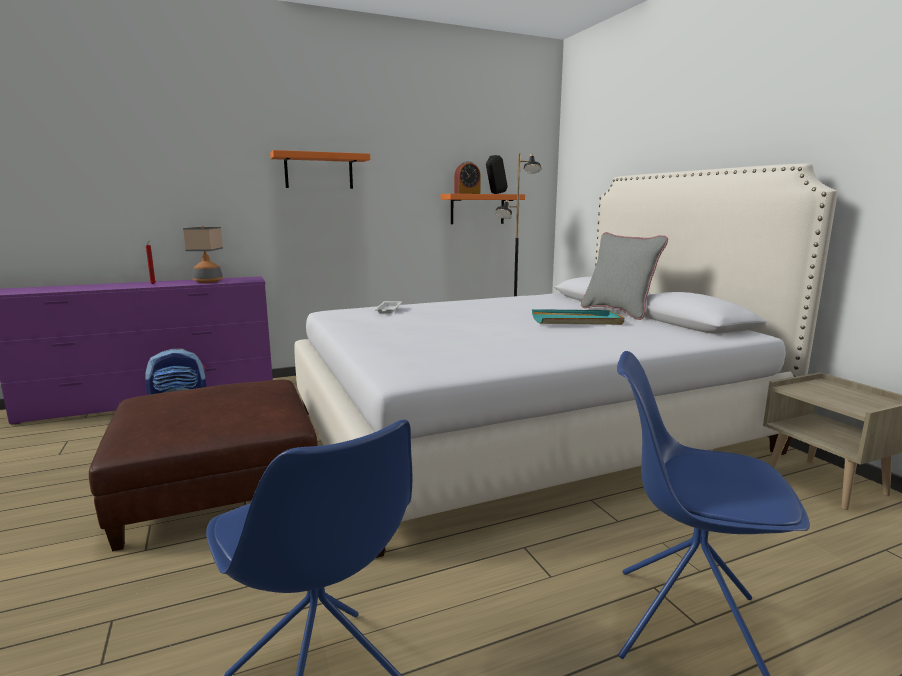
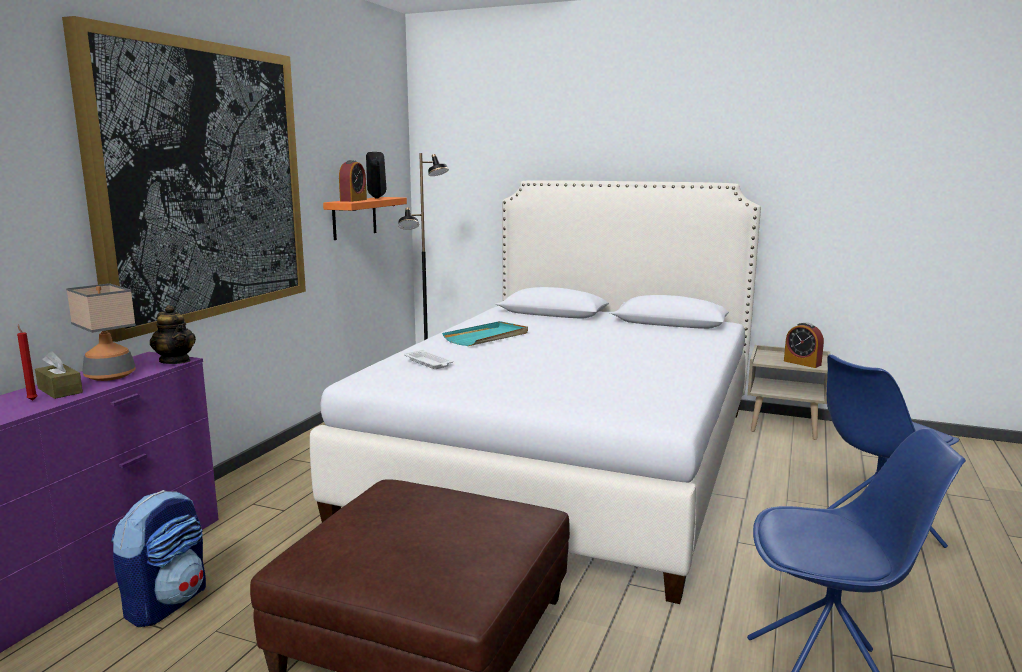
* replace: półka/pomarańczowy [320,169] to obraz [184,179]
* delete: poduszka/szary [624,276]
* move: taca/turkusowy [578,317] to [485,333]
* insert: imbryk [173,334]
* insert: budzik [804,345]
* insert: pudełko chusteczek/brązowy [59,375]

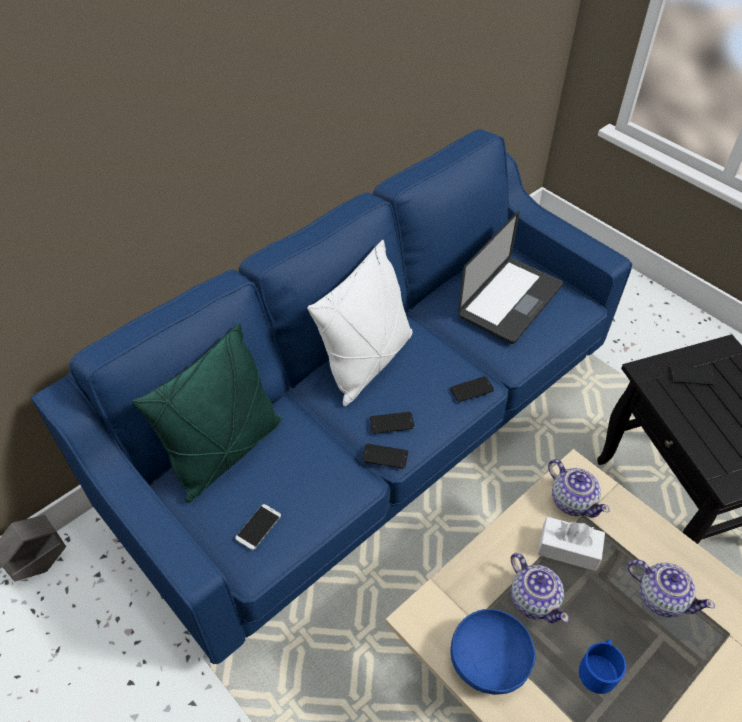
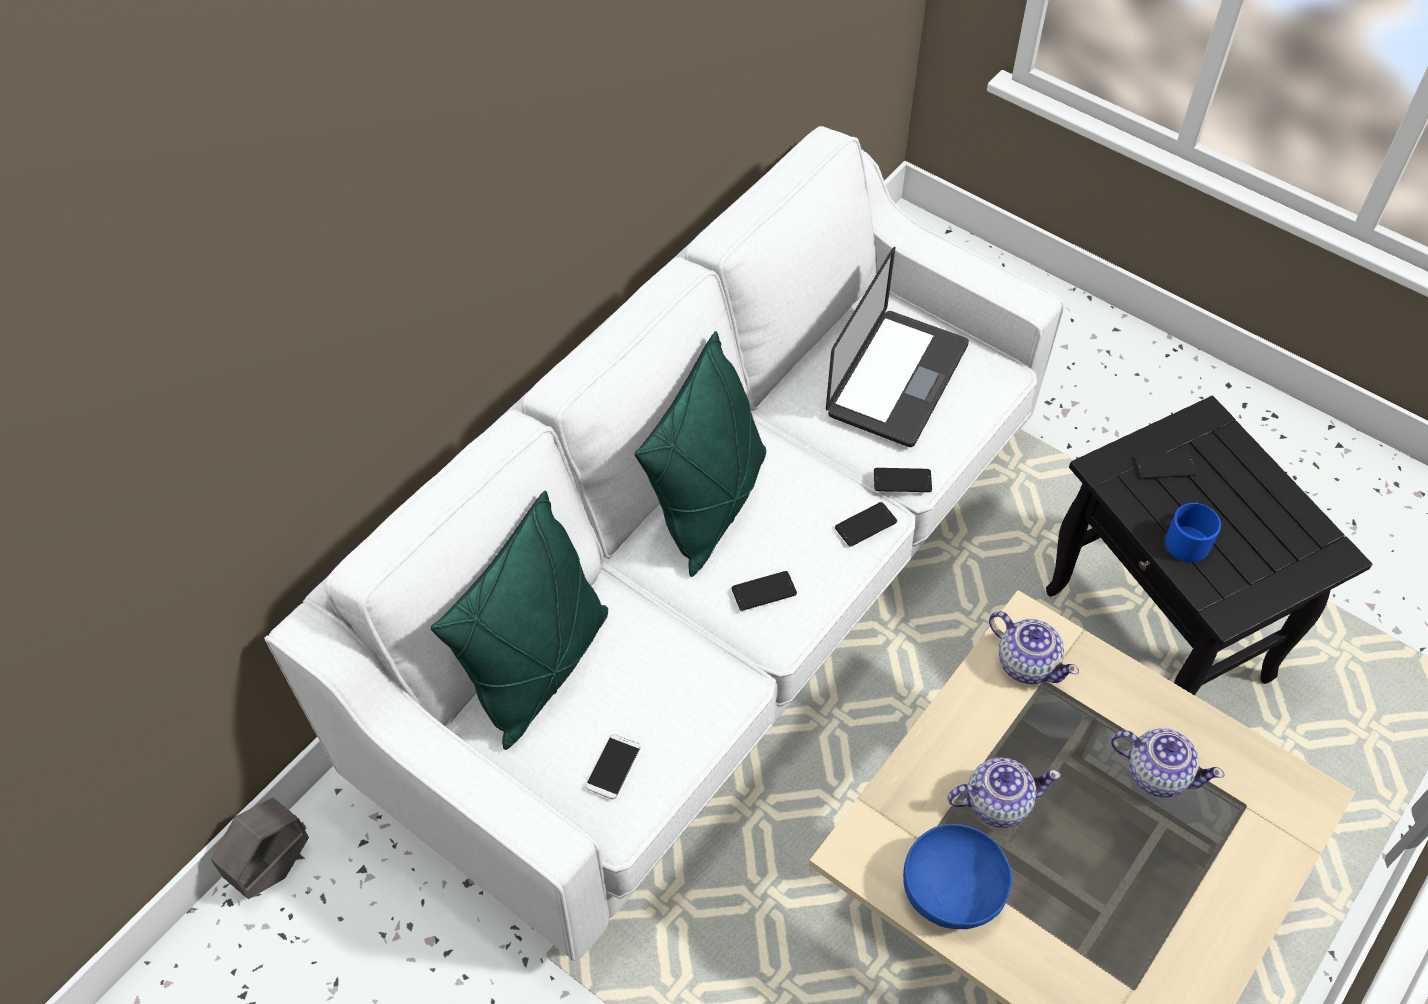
* recolor: kanapa/niebieski [331,396] to kanapa/biały [664,543]
* recolor: poduszka/biały [360,323] to poduszka/zielony [700,454]
* move: telefon [385,456] to [903,480]
* delete: pudełko chusteczek/biały [571,544]
* rotate: imbryk [540,588] = [1004,793] 60 degrees counterclockwise
* move: kubek/niebieski [602,666] to [1193,532]

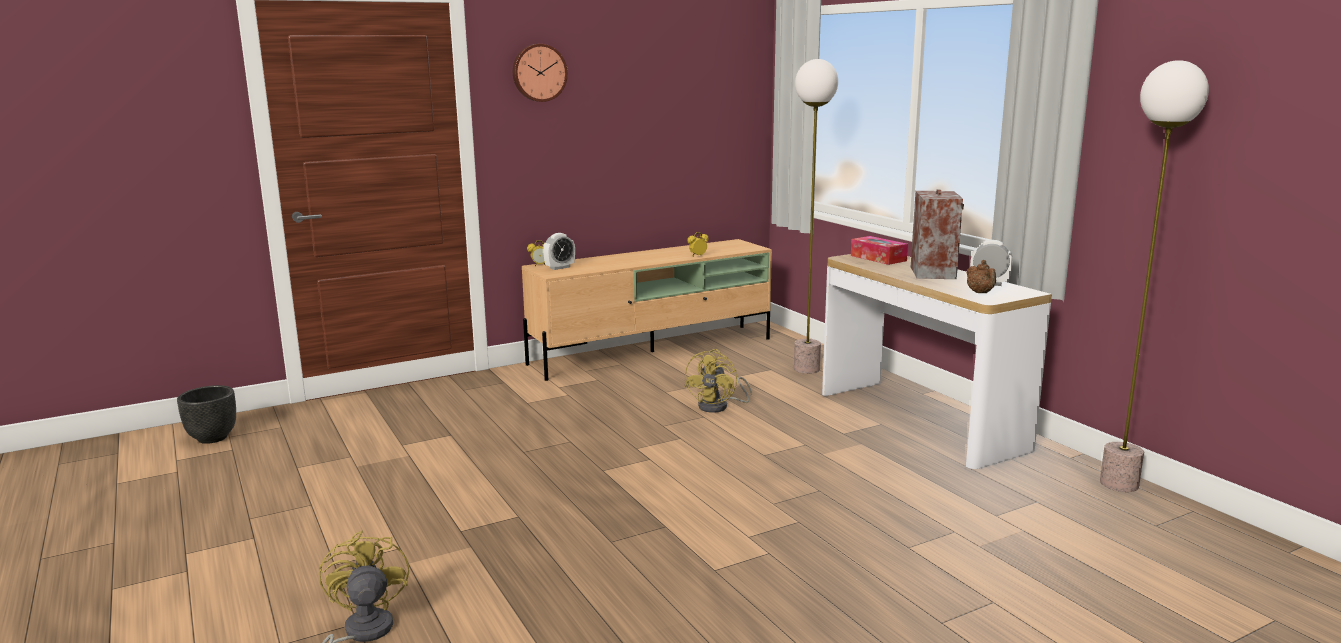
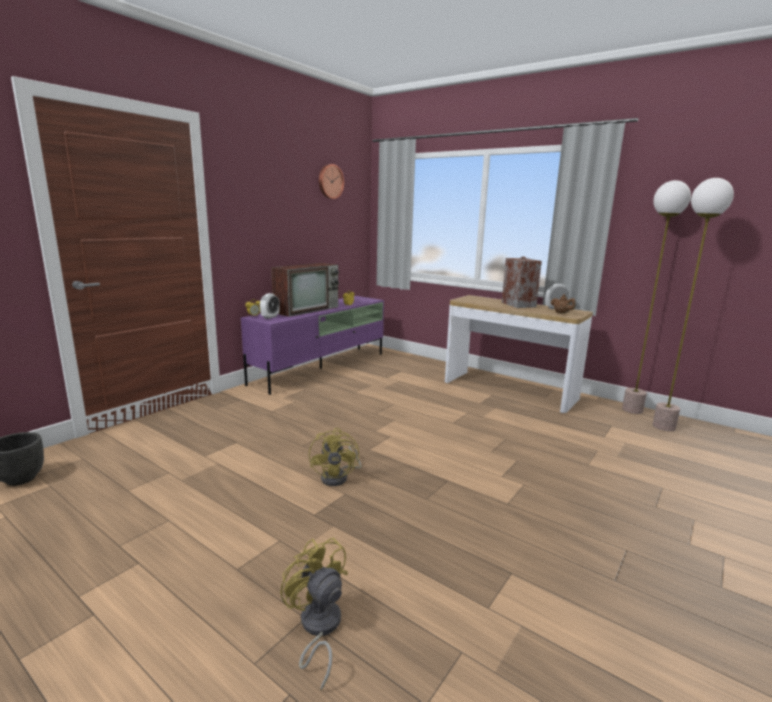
* move: zegar ścienny [540,73] to [331,181]
* move: lampa stojąca [816,216] to [693,304]
* delete: pudełko chusteczek [879,250]
* recolor: szafka pod telewizor/beżowy [647,310] to szafka pod telewizor/fioletowy [312,345]
* move: wentylator/żółty [718,381] to [335,457]
* insert: telewizor [305,290]

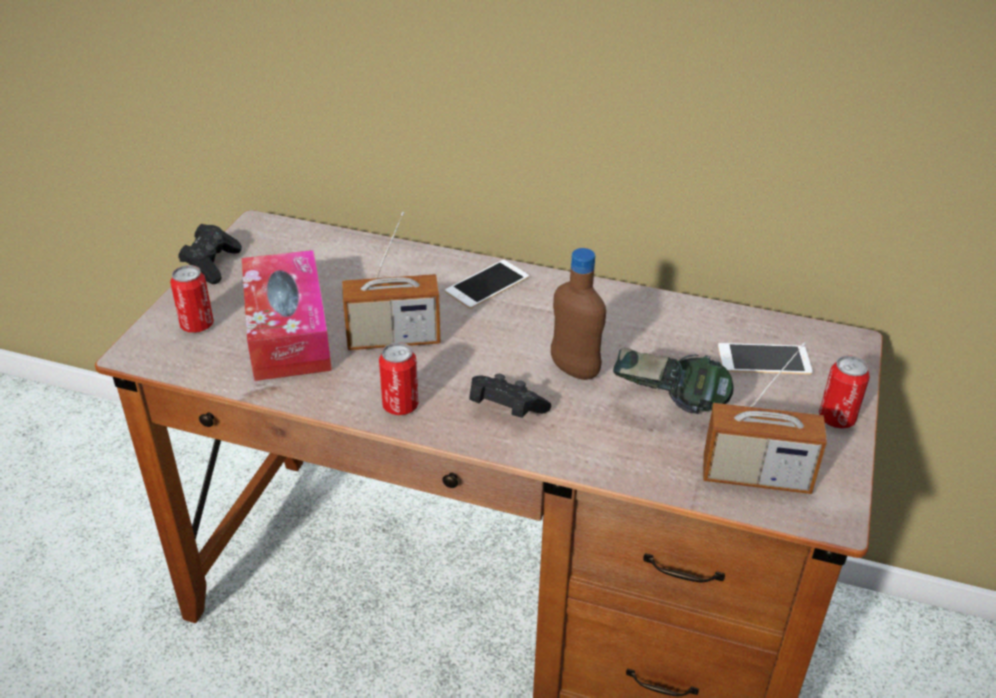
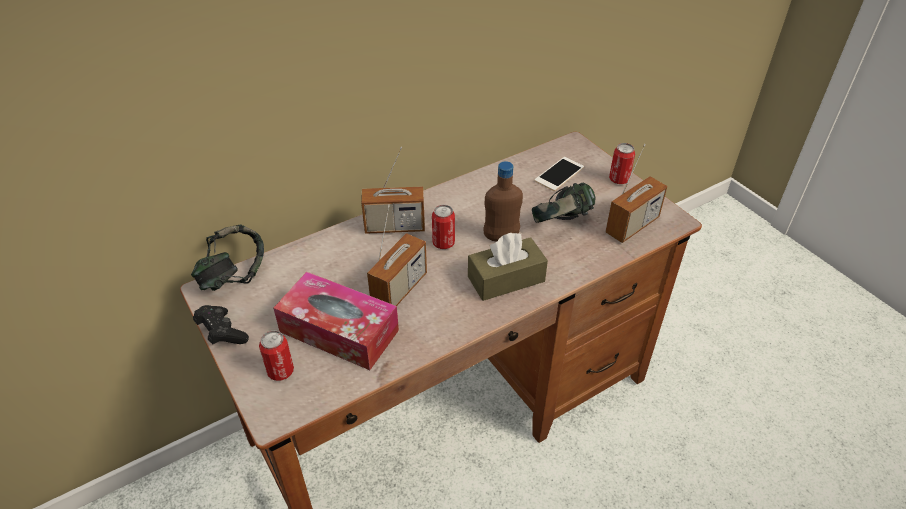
* replace: telefon [487,284] to radio [393,190]
* move: puszka [399,378] to [443,227]
* replace: pad do gier/czarny [510,396] to pudełko chusteczek/brązowy [508,267]
* insert: słuchawki [227,257]

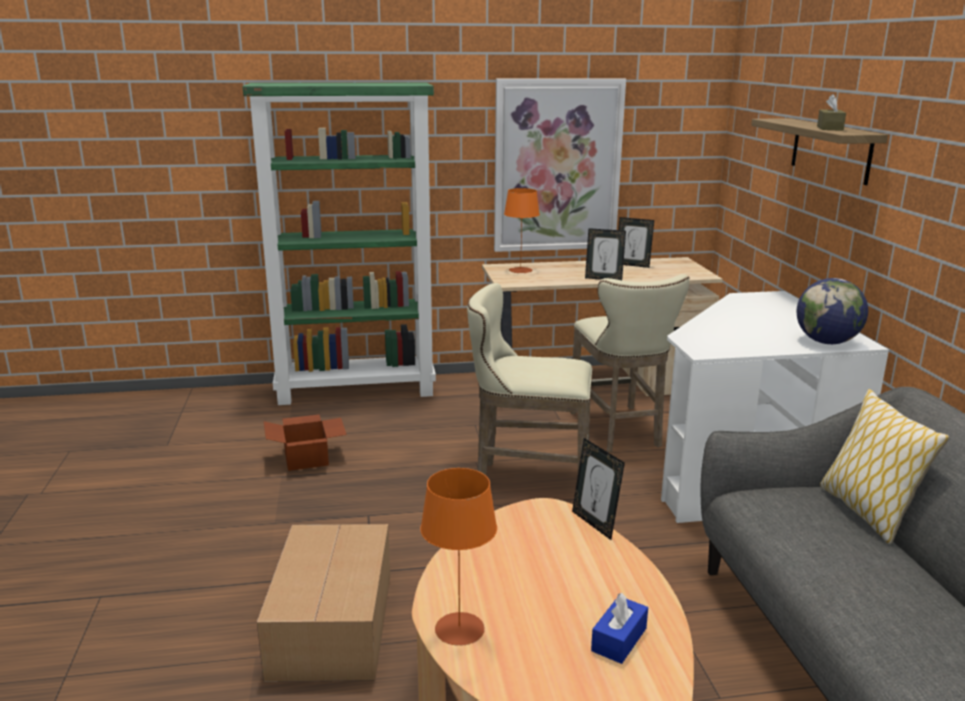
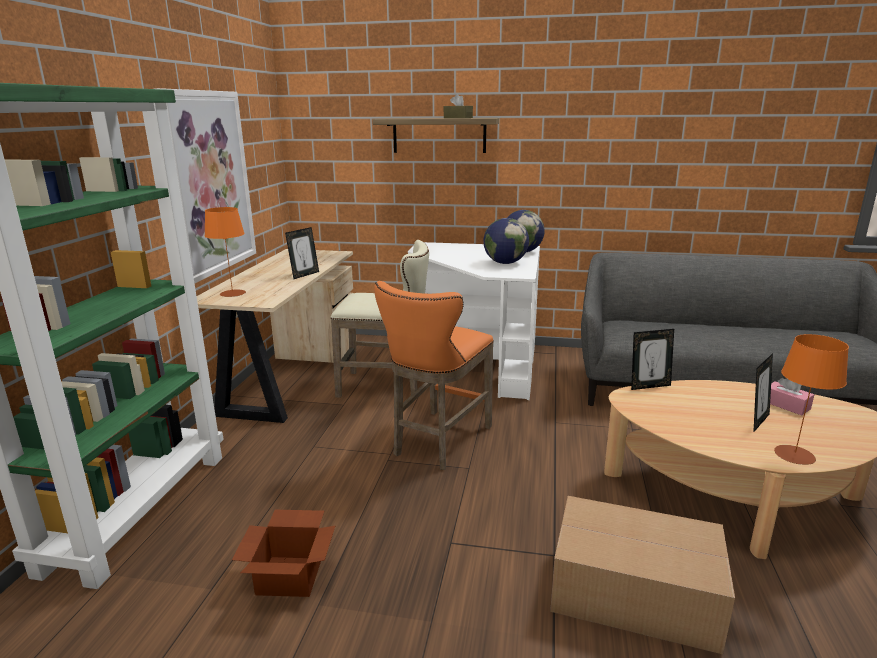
* move: ramka na zdjęcie [636,242] to [763,393]
* recolor: stołek/beżowy [529,379] to stołek/pomarańczowy [434,375]
* delete: poduszka [885,466]
* recolor: pudełko chusteczek/niebieski [619,628] to pudełko chusteczek/różowy [792,396]
* insert: globus [506,241]

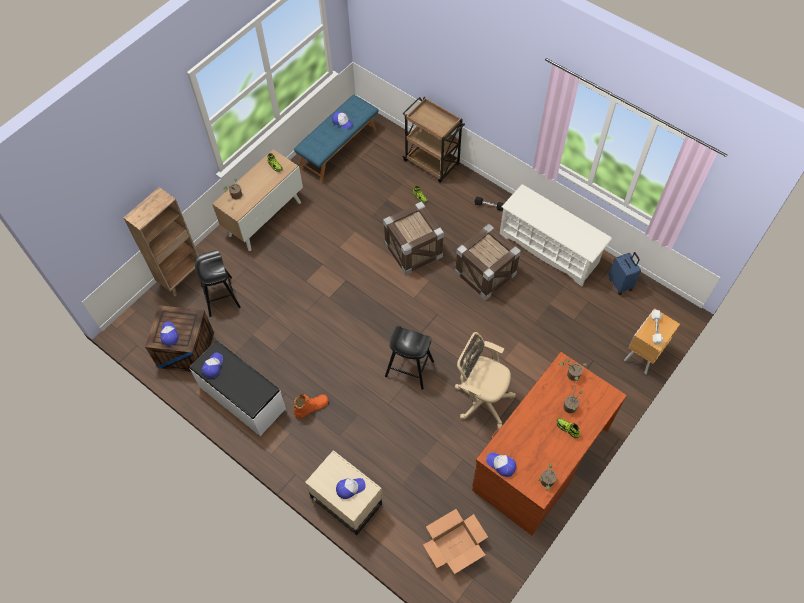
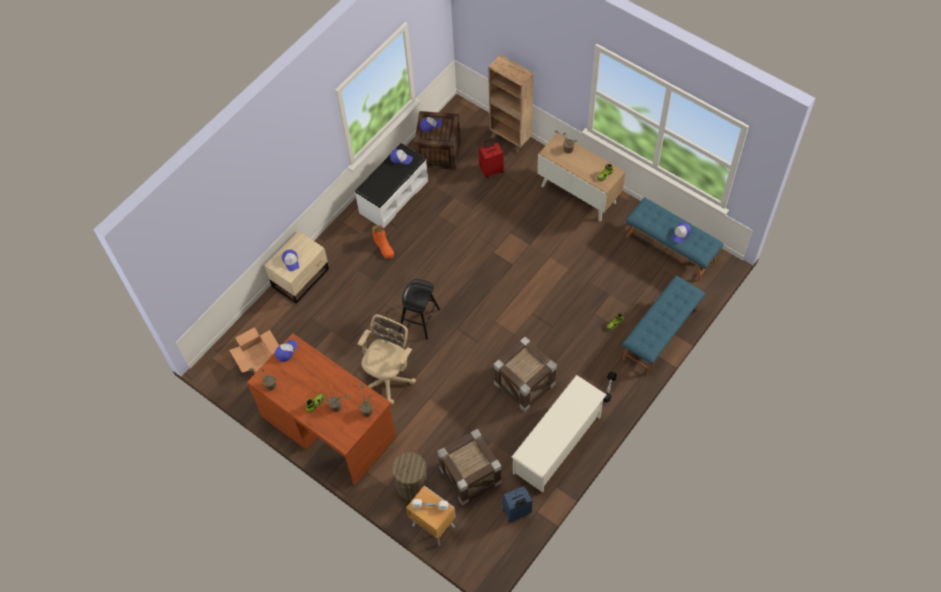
* replace: wózek/brązowy [433,140] to ławka/niebieski [663,325]
* move: skrzynka [413,238] to [469,467]
* replace: stołek/czarny [218,283] to walizka/czerwony [491,158]
* insert: kosz na pranie [410,474]

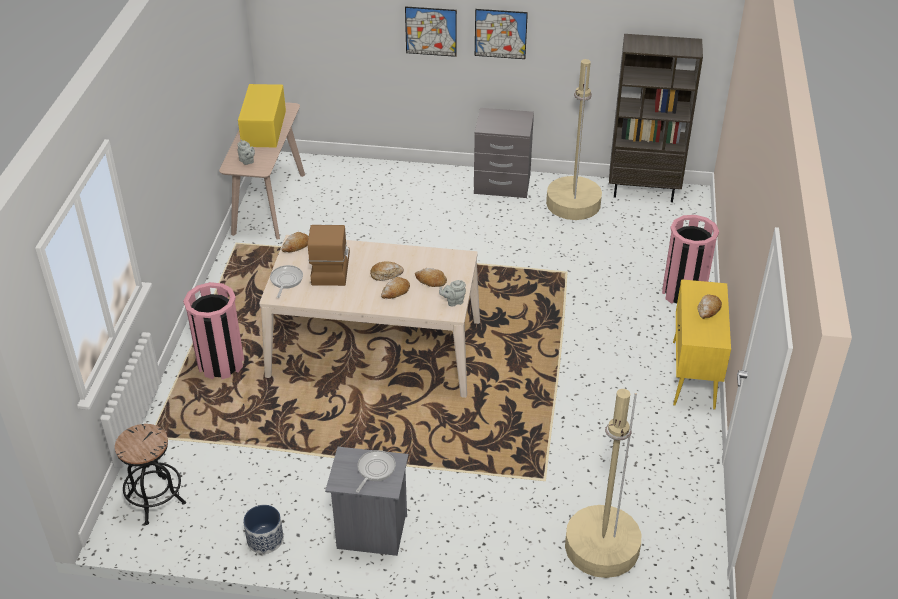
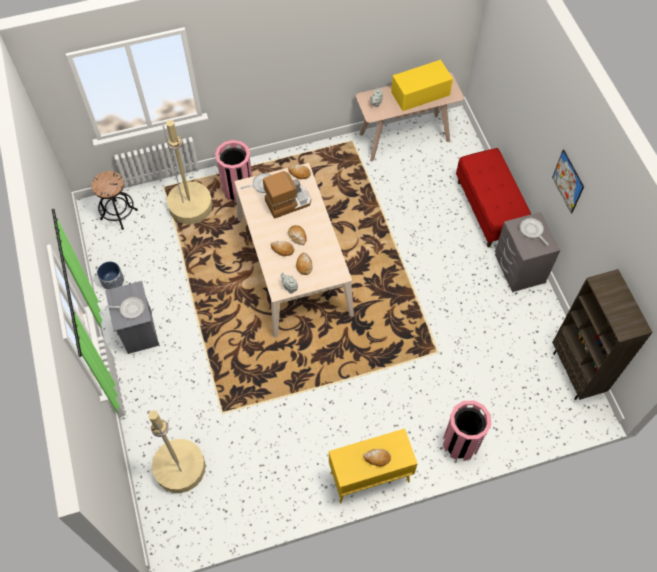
* delete: obraz [431,31]
* move: lampa stojąca/beżowy [574,139] to [188,172]
* insert: ławka/czerwony [493,197]
* insert: patelnia [534,232]

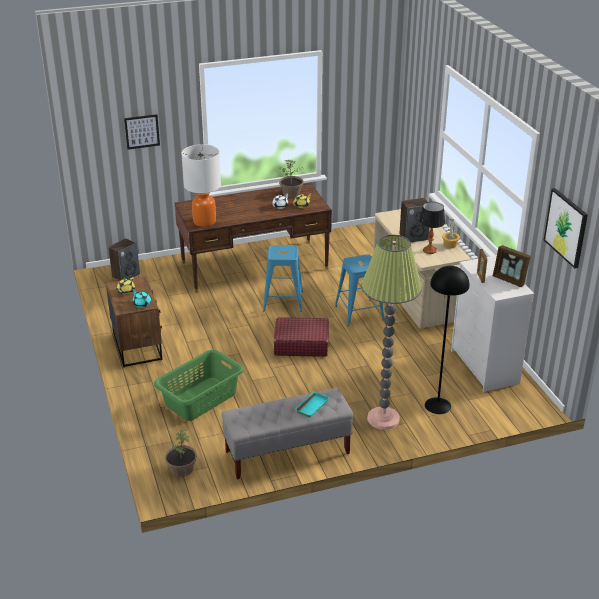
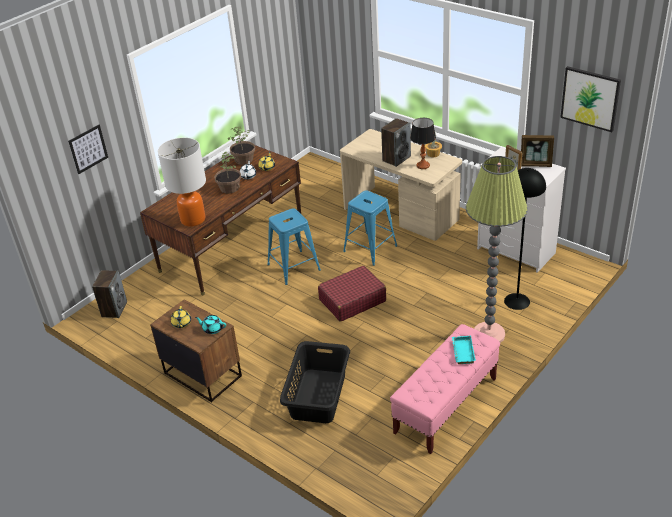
* recolor: kosz na pranie/zielony [199,385] to kosz na pranie/czarny [315,382]
* recolor: ławka/szary [287,433] to ławka/różowy [445,389]
* move: roślina doniczkowa [181,453] to [227,173]

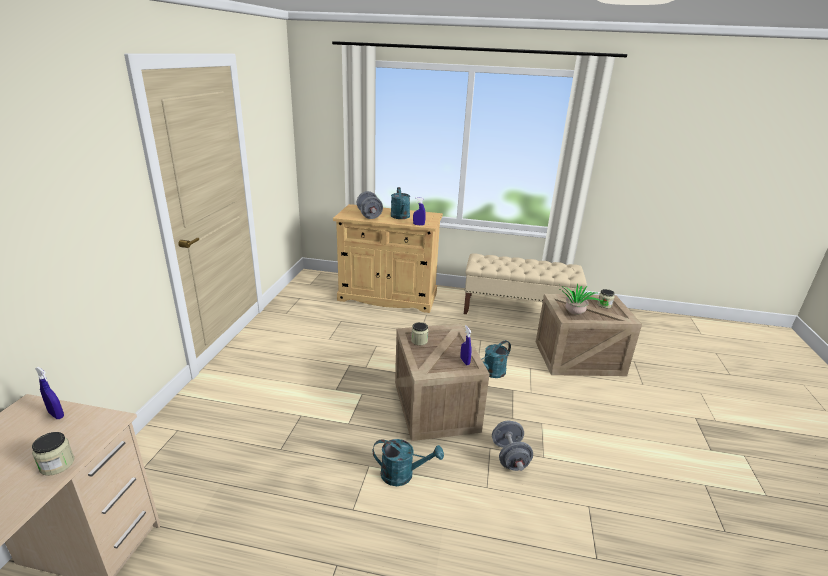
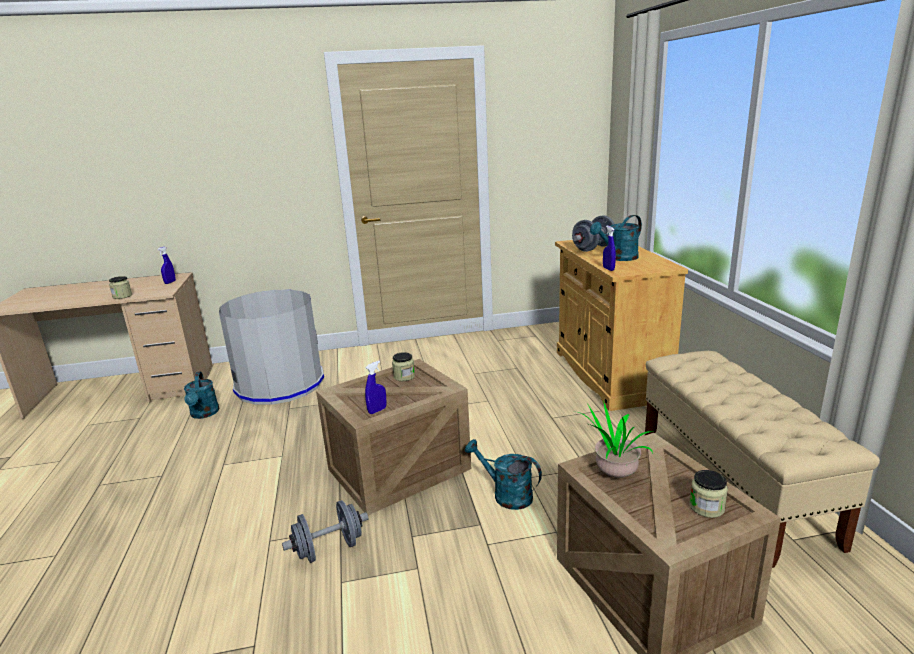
* move: konewka/turkusowy [408,462] to [201,395]
* insert: kosz na śmieci/szary [271,347]

